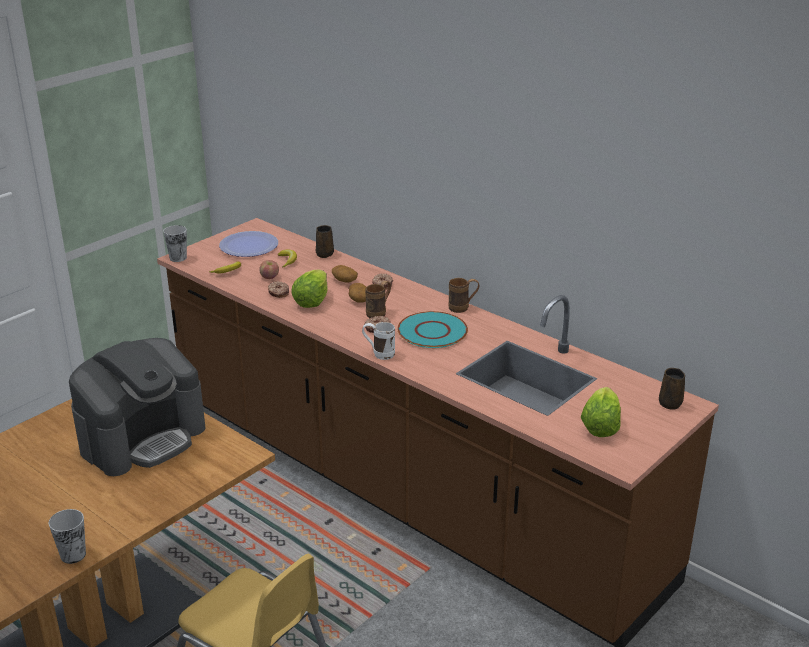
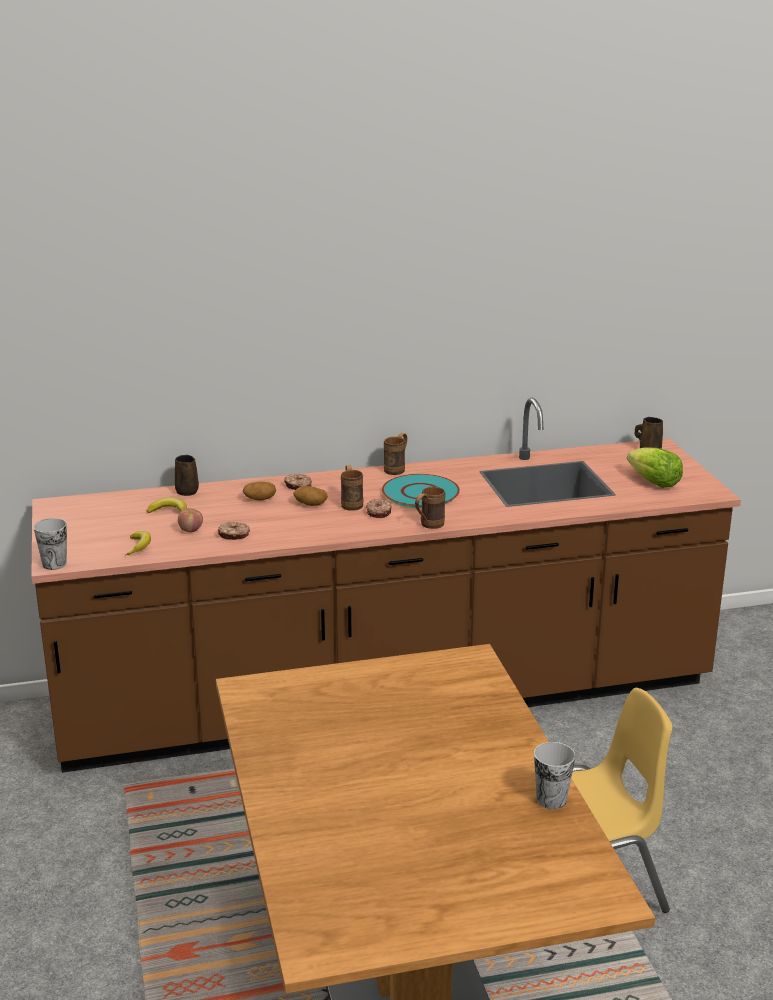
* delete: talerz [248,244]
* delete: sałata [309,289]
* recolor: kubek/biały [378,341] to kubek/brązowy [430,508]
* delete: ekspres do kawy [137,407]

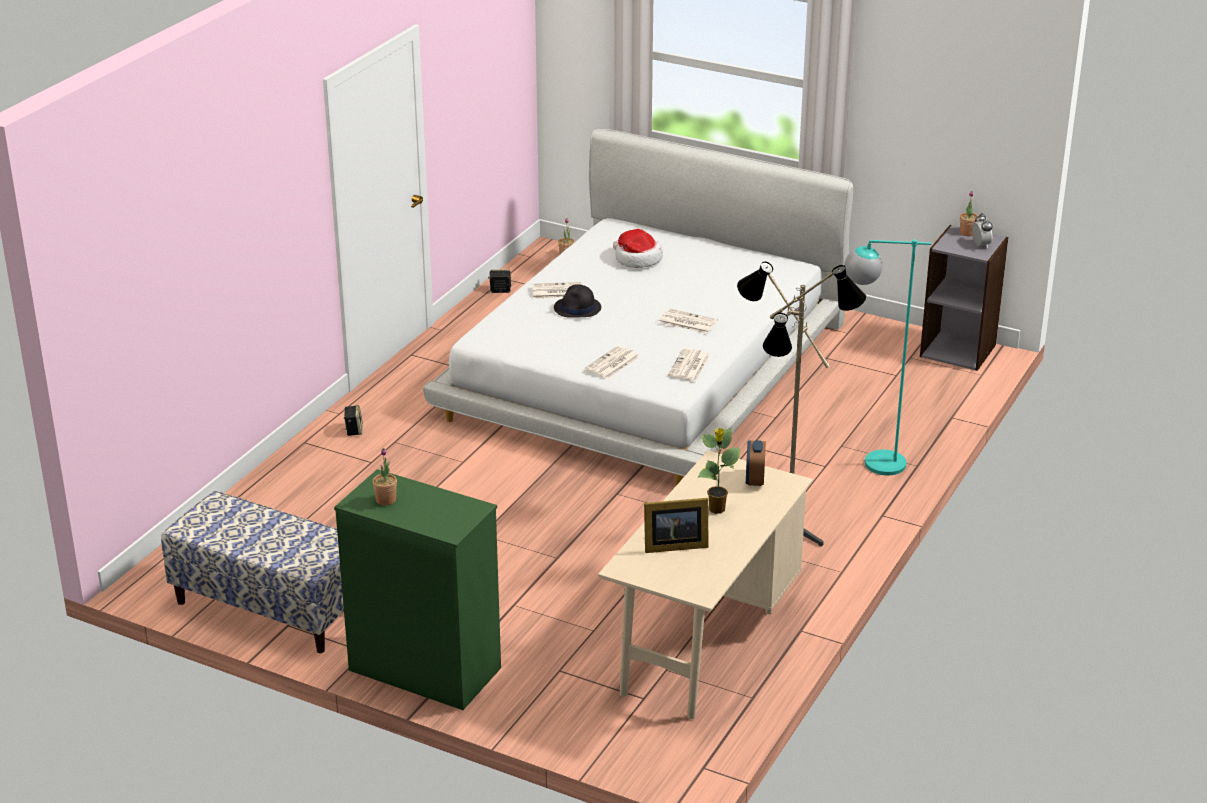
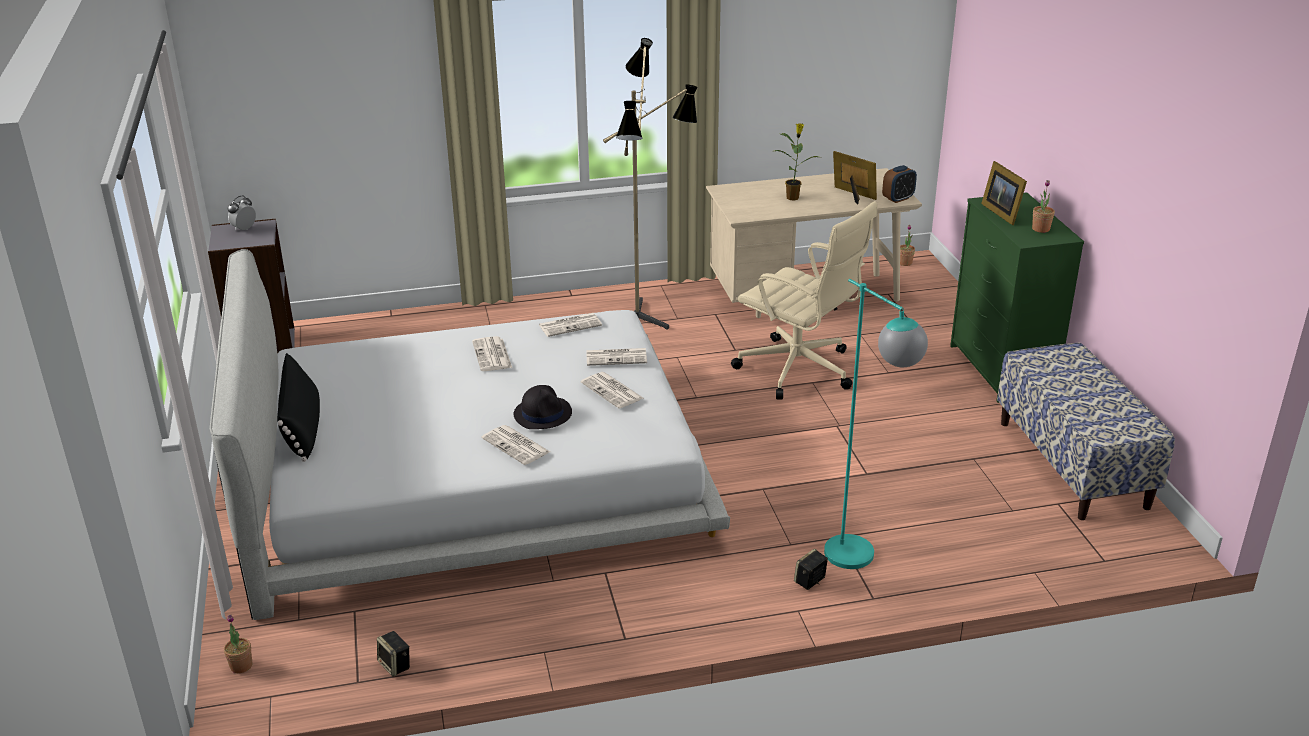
* move: roślina doniczkowa [969,213] to [907,245]
* delete: kapelusz [638,248]
* move: lampa stojąca/turkusowy [887,357] to [876,424]
* move: budzik [756,463] to [899,184]
* insert: ramka na zdjęcie [1004,193]
* insert: krzesło biurowe/beżowy [804,300]
* insert: poduszka/czarny [298,407]
* insert: gazeta [612,390]

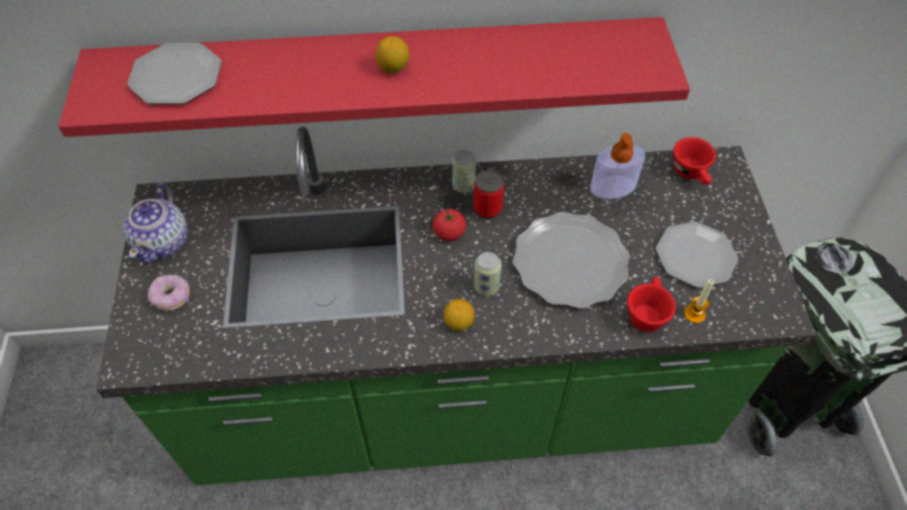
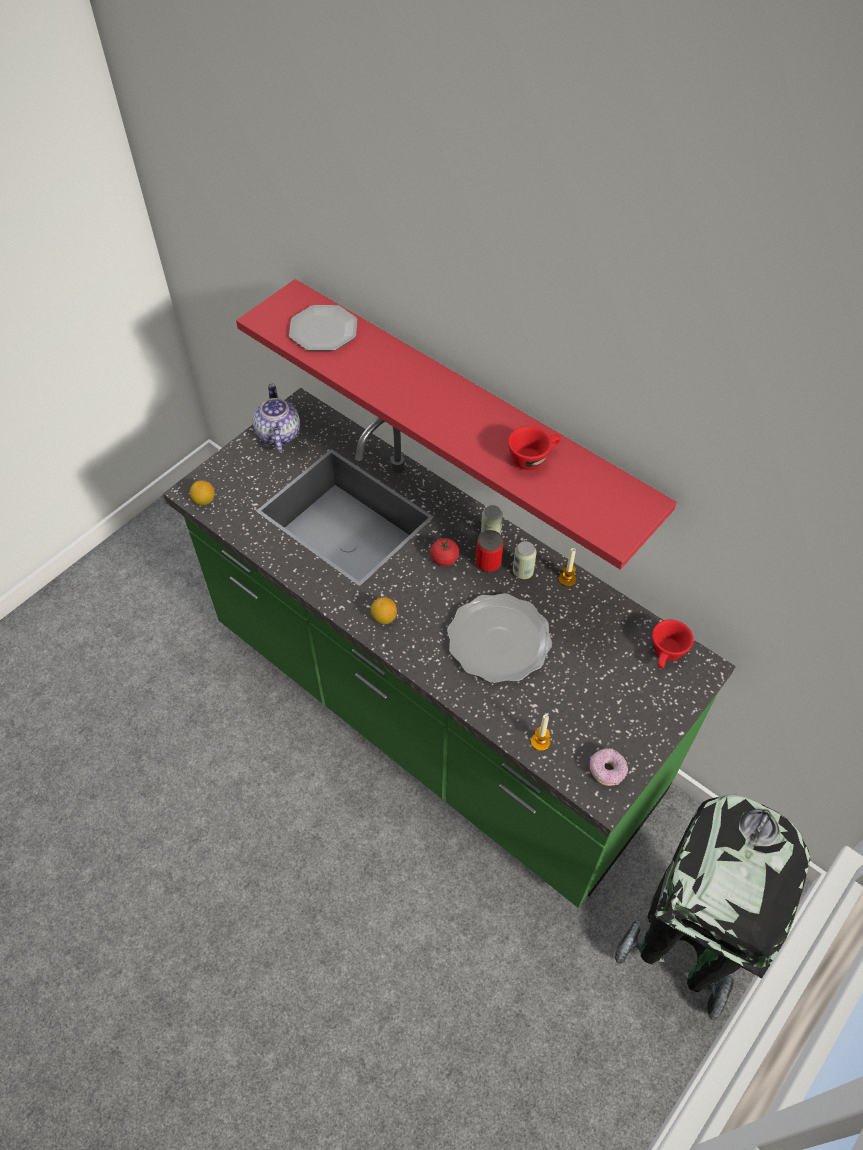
* move: cytryna [392,54] to [202,492]
* delete: dozownik mydła [617,166]
* rotate: imbryk [155,223] = [276,417] 120 degrees clockwise
* delete: talerz [697,254]
* move: puszka [488,274] to [525,560]
* move: donut [169,293] to [609,767]
* move: filiżanka/czerwony [651,304] to [534,448]
* insert: świeca [567,567]

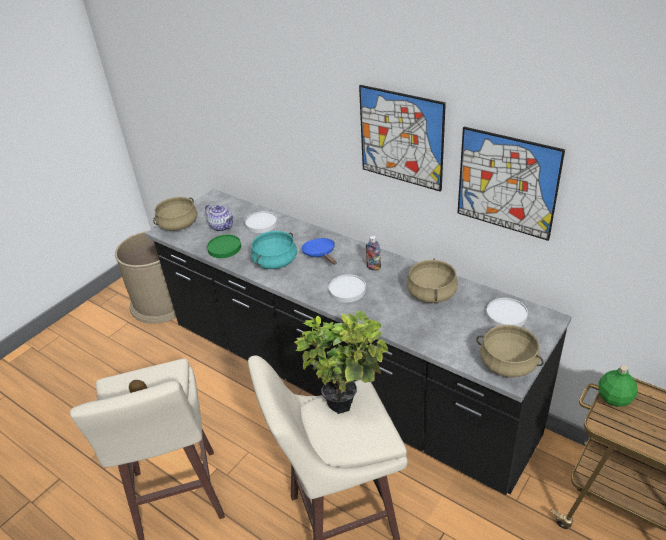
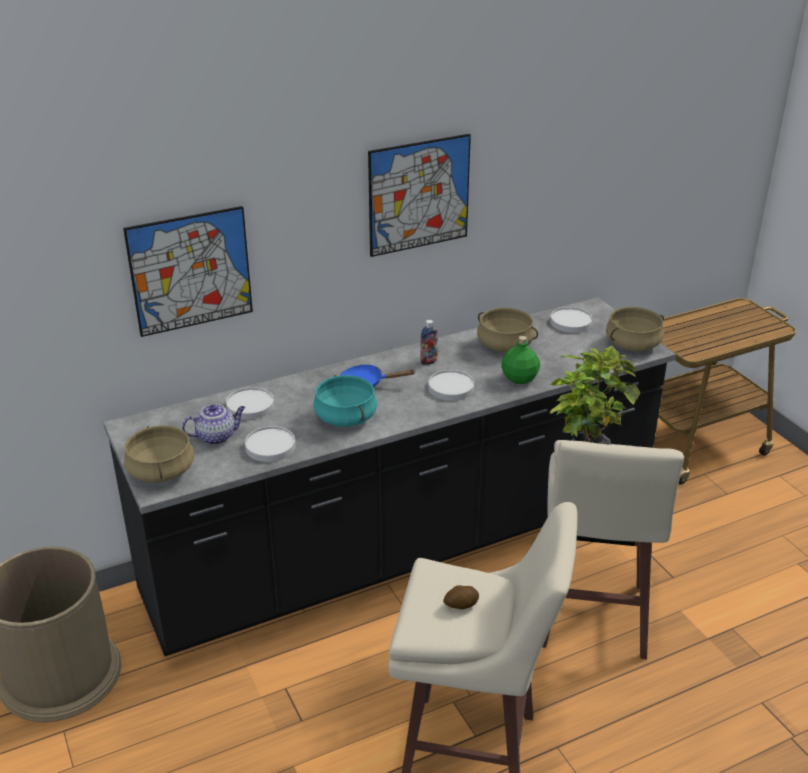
* move: obraz [511,184] to [188,271]
* recolor: talerz/zielony [224,246] to talerz/biały [270,444]
* move: butelka/zielony [618,386] to [520,360]

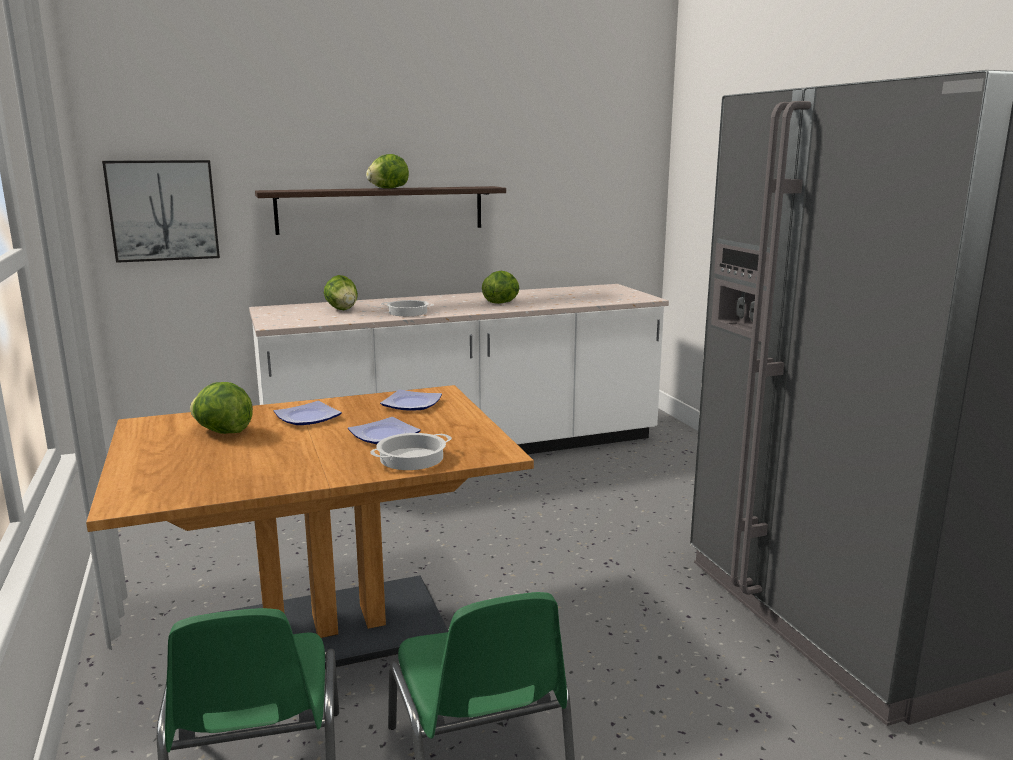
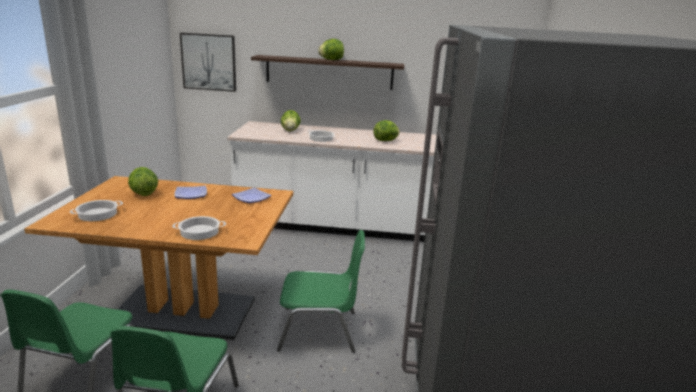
* delete: talerz [384,430]
* insert: garnek [96,210]
* insert: krzesło/zielony [321,291]

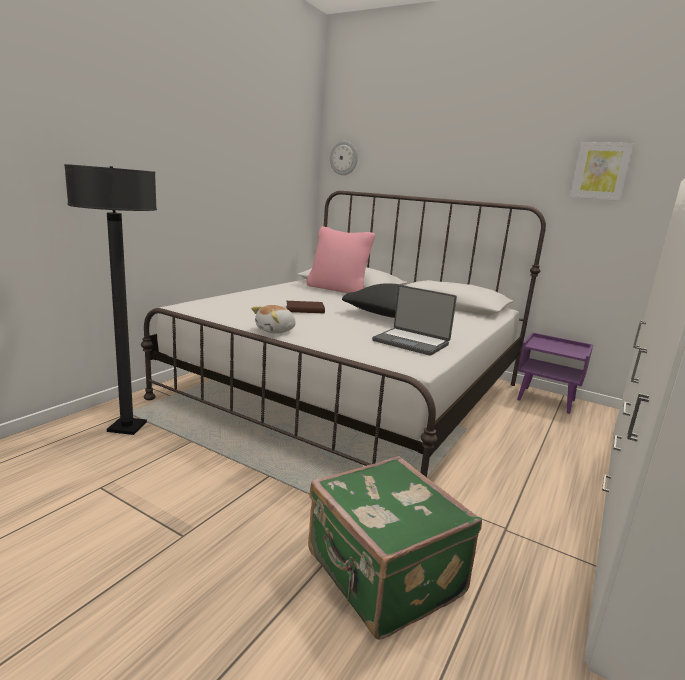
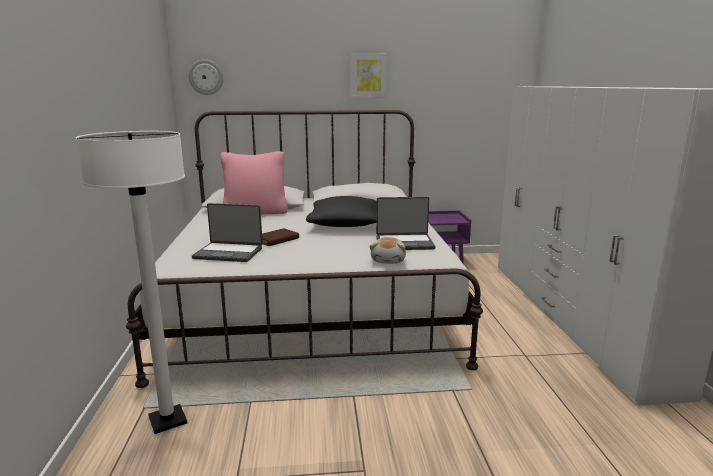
* move: obraz [602,171] to [369,75]
* recolor: lampa stojąca/czarny [110,299] to lampa stojąca/biały [131,282]
* move: pluszak [273,319] to [388,250]
* delete: walizka/zielony [395,548]
* insert: laptop [227,232]

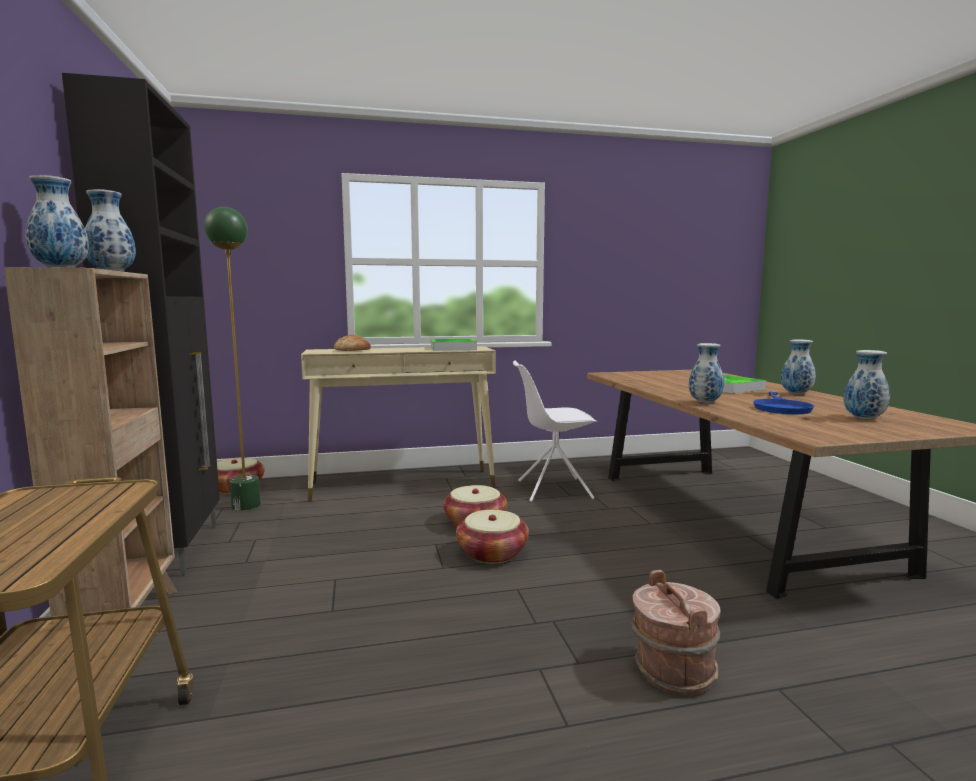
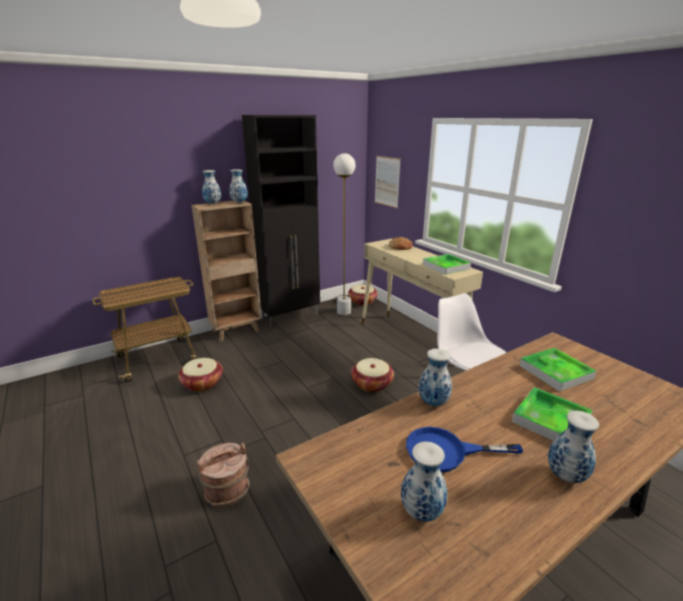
* recolor: lampa stojąca/zielony [232,359] to lampa stojąca/biały [344,234]
* move: koszyk [492,537] to [200,375]
* insert: obraz [388,182]
* insert: taca [558,370]

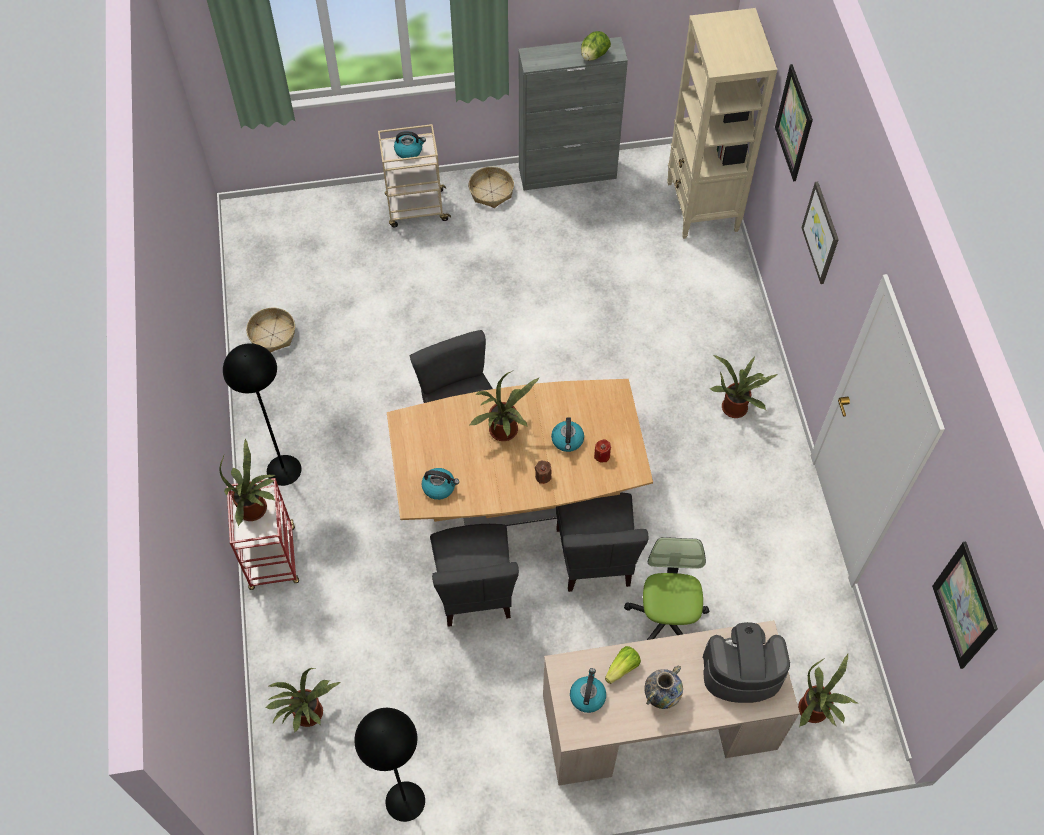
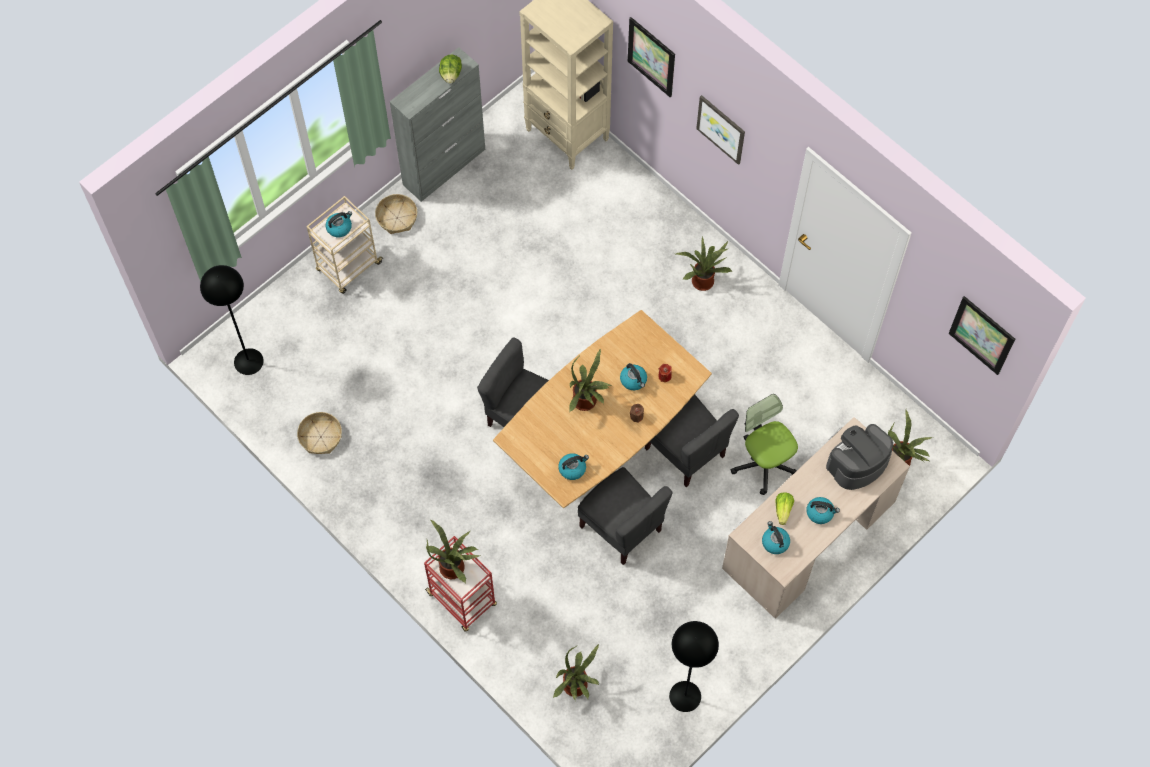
* move: lampa stojąca/czarny [262,414] to [232,320]
* replace: wazon [663,687] to czajnik [823,510]

